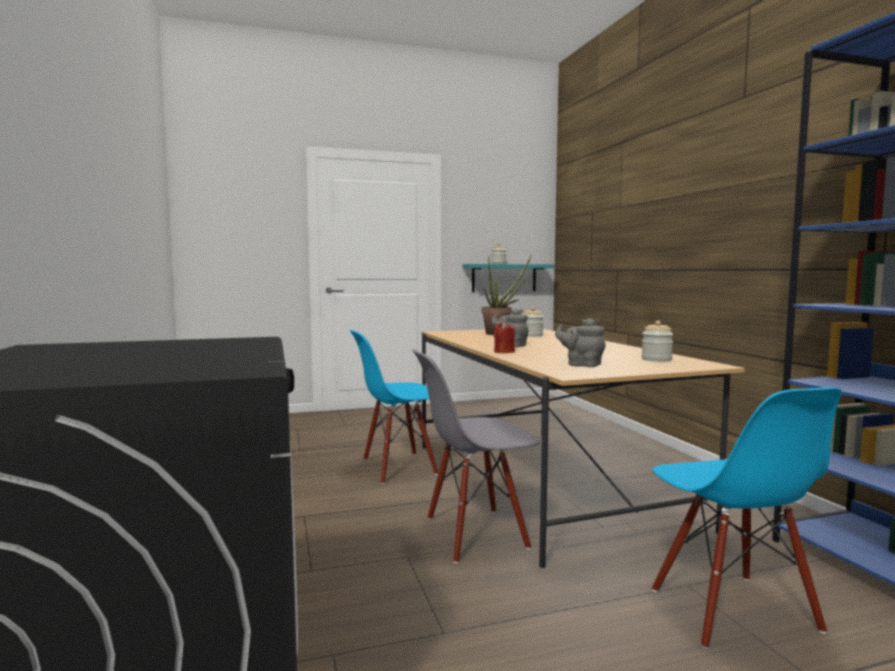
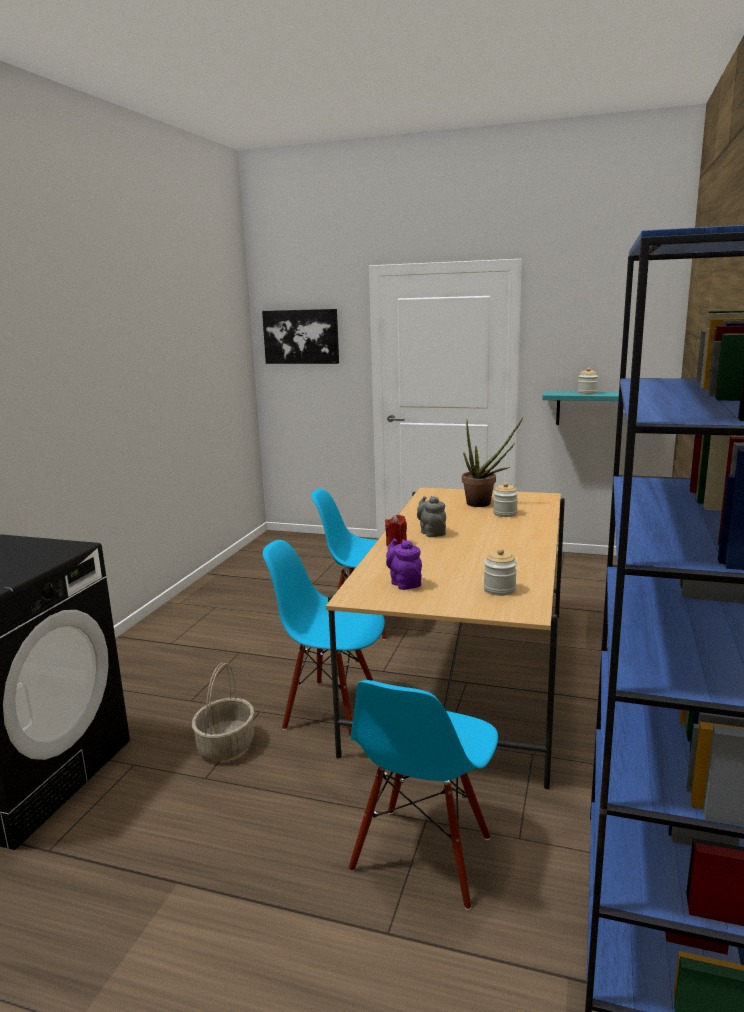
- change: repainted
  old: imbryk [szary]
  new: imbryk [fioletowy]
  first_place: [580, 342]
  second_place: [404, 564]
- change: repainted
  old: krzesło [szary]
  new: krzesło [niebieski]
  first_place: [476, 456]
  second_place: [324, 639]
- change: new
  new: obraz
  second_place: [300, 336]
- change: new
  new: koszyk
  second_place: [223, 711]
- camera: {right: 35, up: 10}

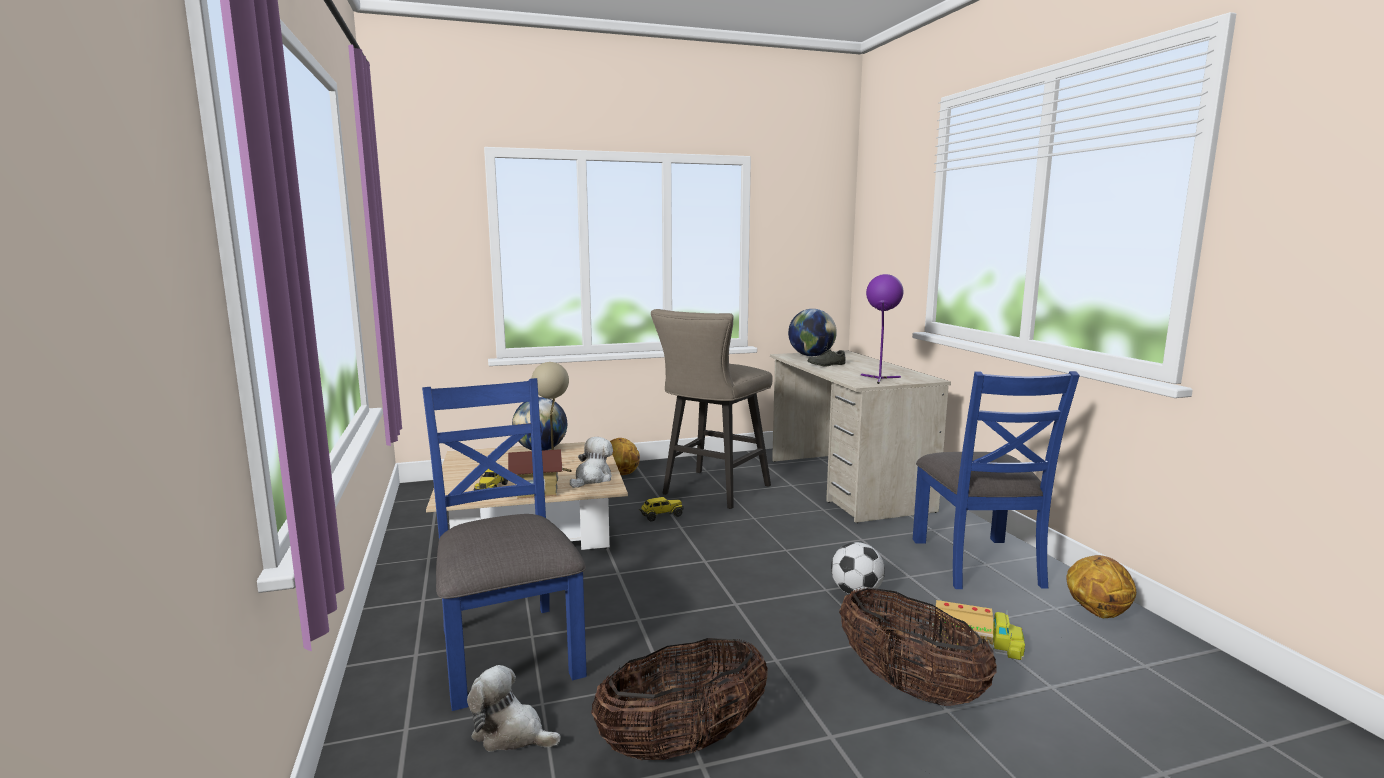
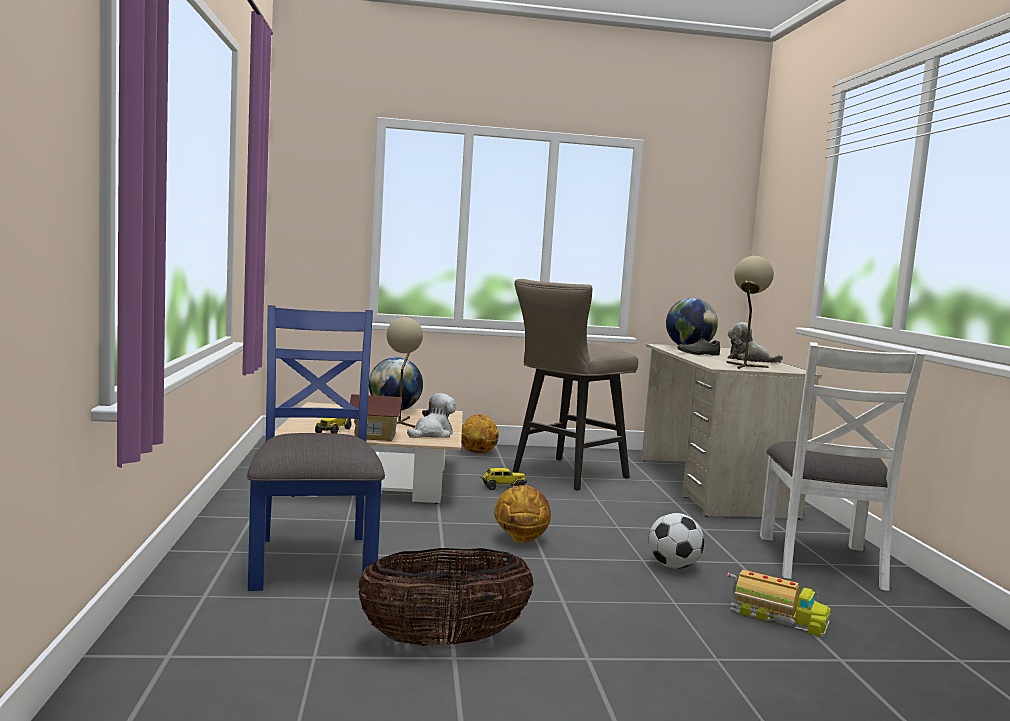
- change: repainted
  old: lampa stołowa [fioletowy]
  new: lampa stołowa [beżowy]
  first_place: [882, 329]
  second_place: [750, 312]
- change: repainted
  old: krzesło [niebieski]
  new: krzesło [biały]
  first_place: [996, 480]
  second_place: [842, 466]
- change: shifted
  old: piłka do koszykówki
  first_place: [1101, 586]
  second_place: [522, 514]
- change: gone
  old: koszyk
  first_place: [918, 647]
- change: shifted
  old: pluszak
  first_place: [514, 708]
  second_place: [755, 342]
- camera: {right: 10, up: -5}

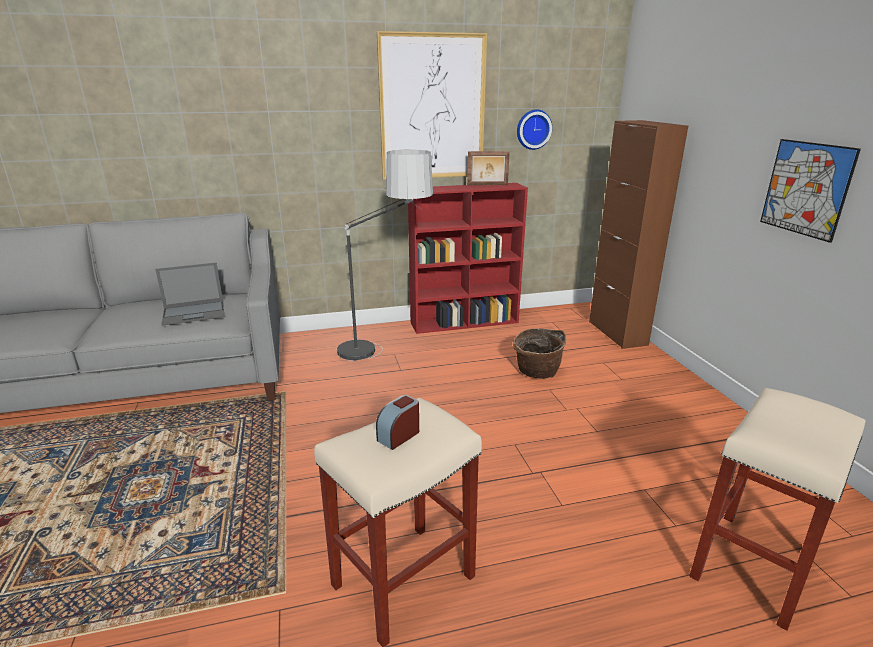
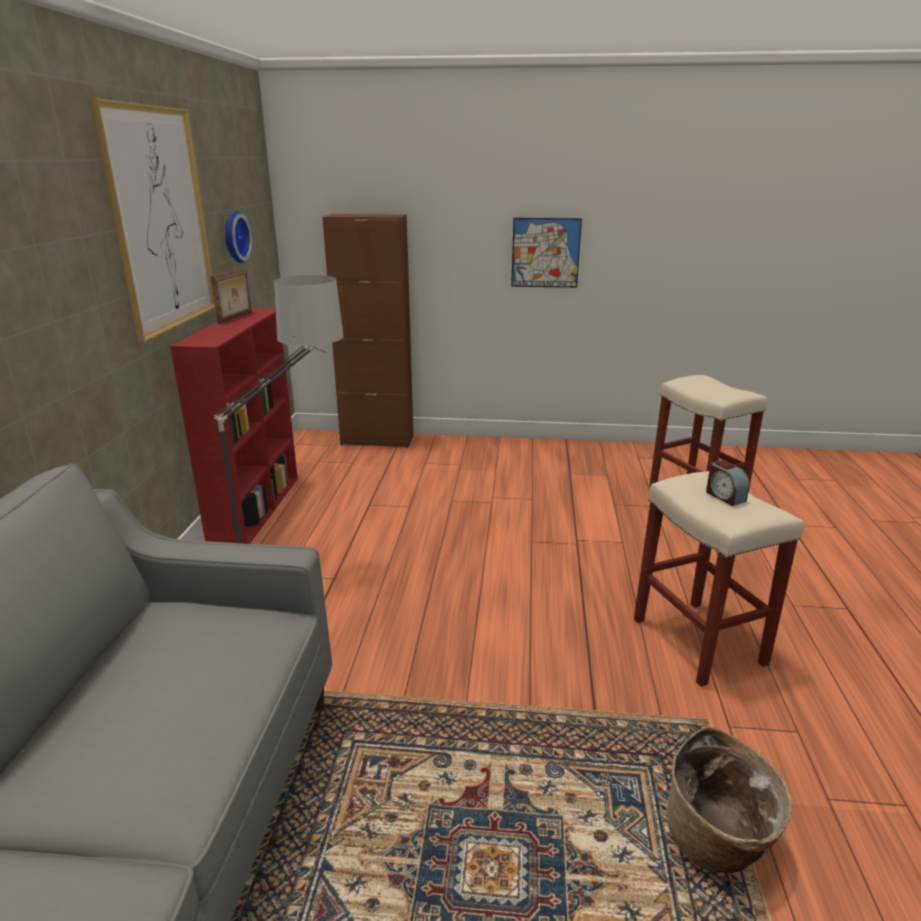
- change: gone
  old: laptop
  first_place: [189, 294]
- change: shifted
  old: koszyk
  first_place: [540, 353]
  second_place: [729, 800]
- camera: {right: -70, up: 0}

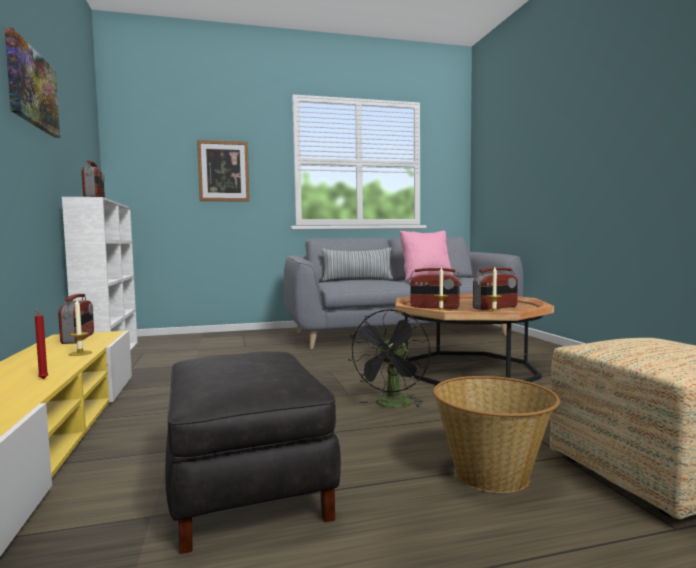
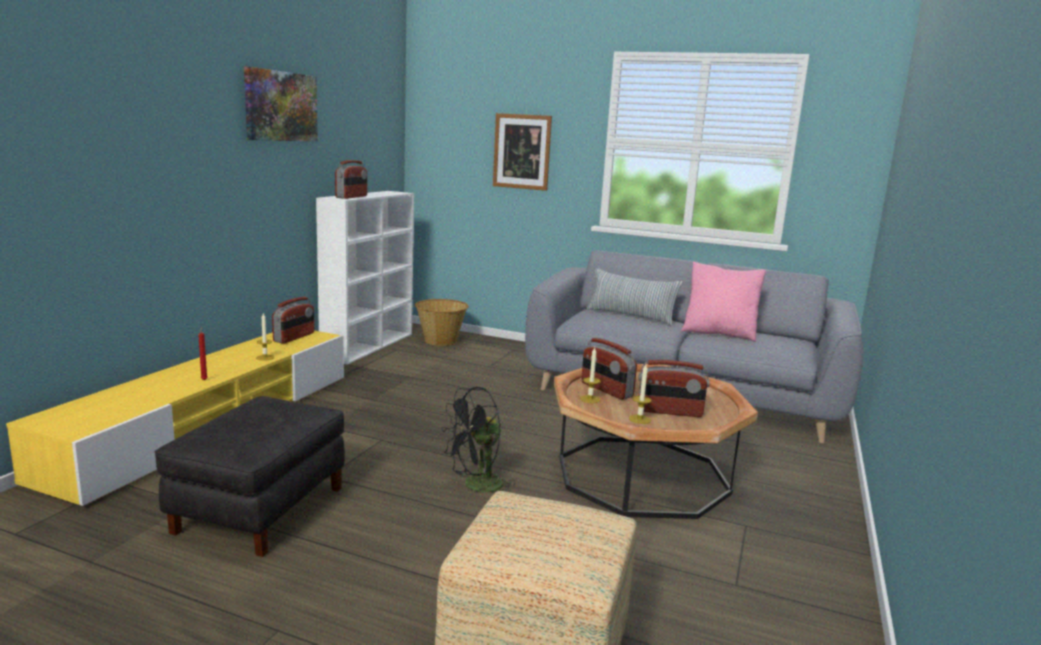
- change: shifted
  old: koszyk
  first_place: [496, 434]
  second_place: [442, 322]
- camera: {right: 35, up: 10}

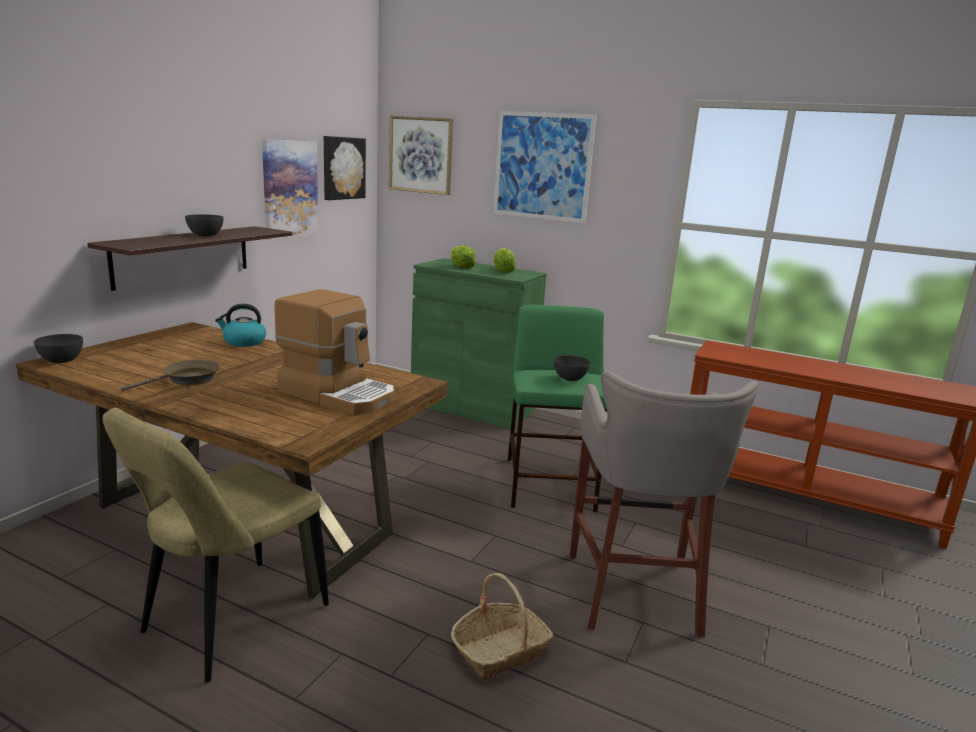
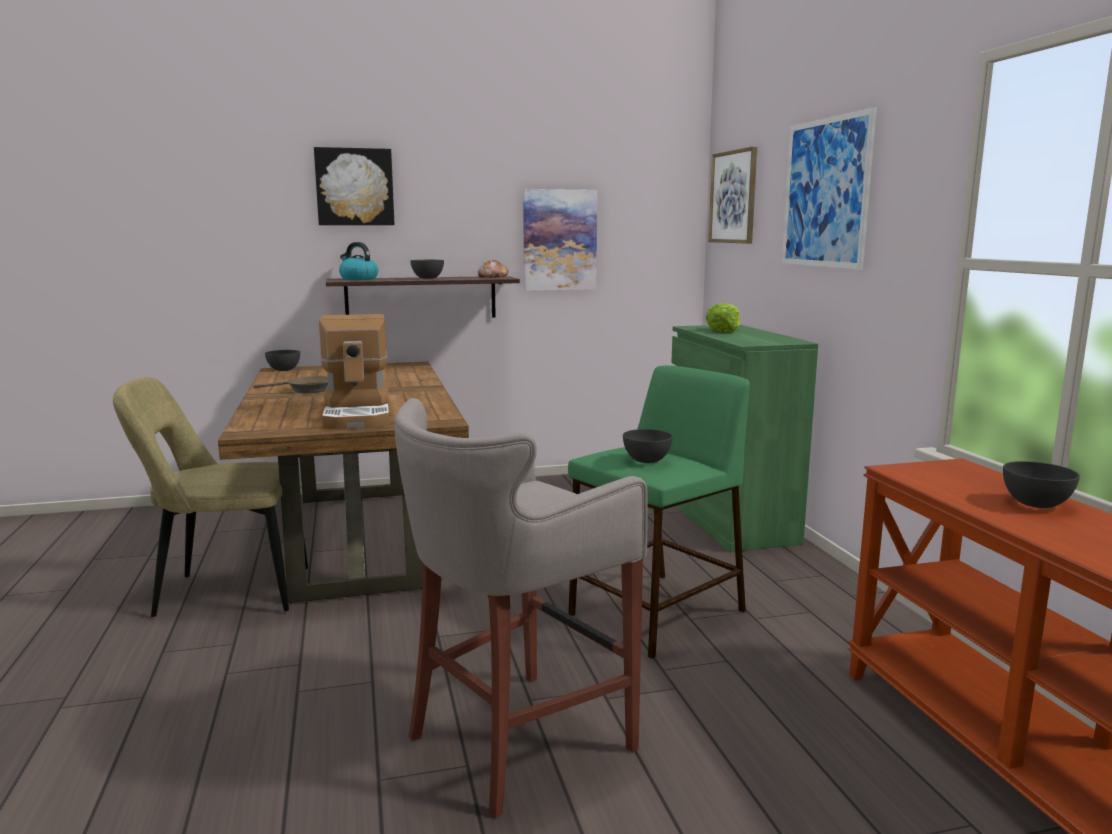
- change: shifted
  old: obraz
  first_place: [345, 168]
  second_place: [354, 186]
- change: gone
  old: sałata
  first_place: [504, 260]
- change: shifted
  old: czajnik
  first_place: [240, 325]
  second_place: [358, 261]
- change: gone
  old: koszyk
  first_place: [502, 626]
- change: new
  new: chleb
  second_place: [493, 268]
- change: new
  new: miska [szary]
  second_place: [1041, 484]
- camera: {right: 50, up: -5}

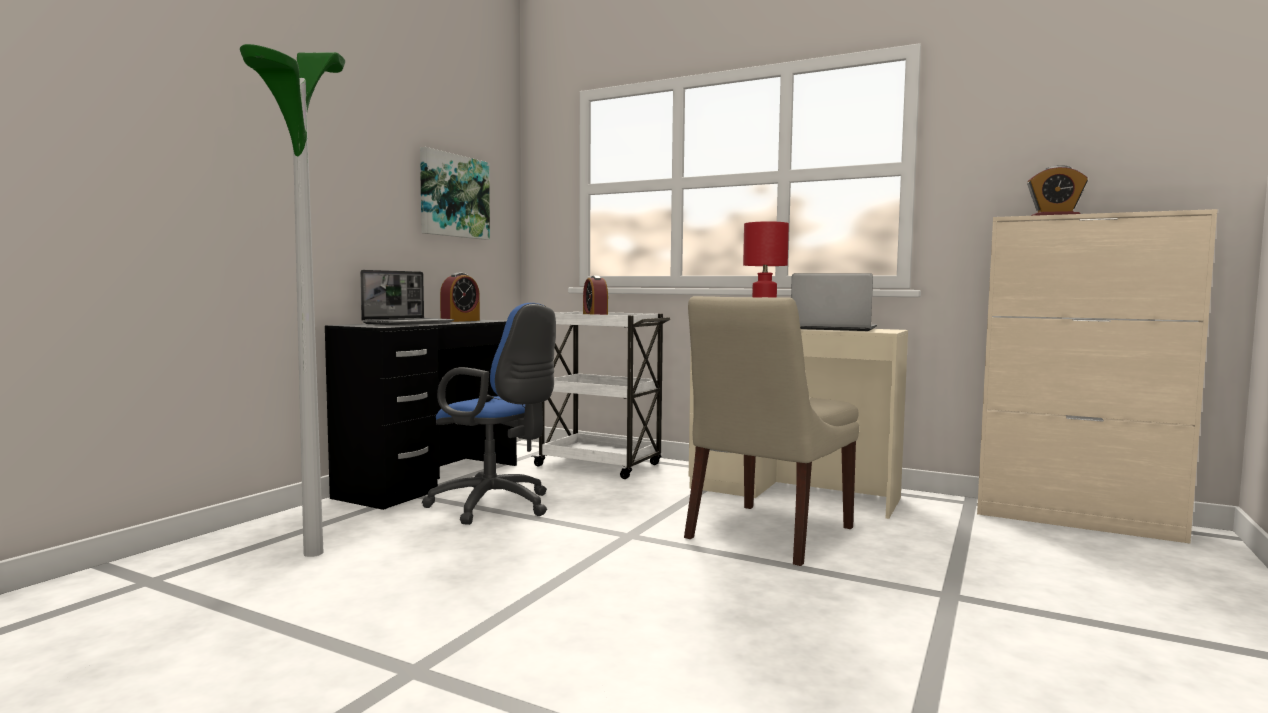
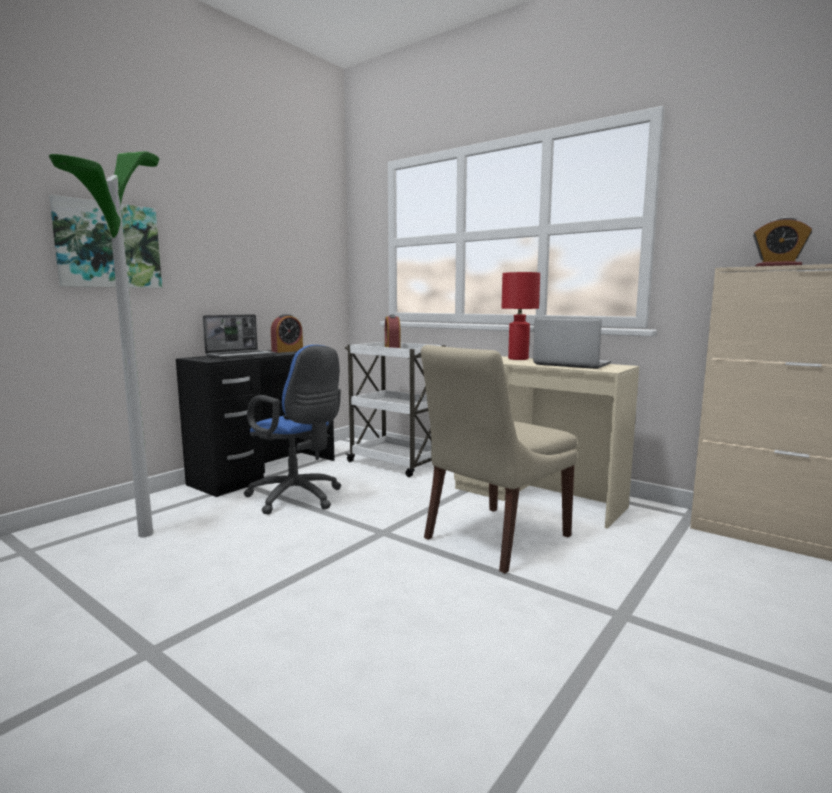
- change: shifted
  old: obraz
  first_place: [455, 193]
  second_place: [105, 241]
- camera: {right: 10, up: 5}

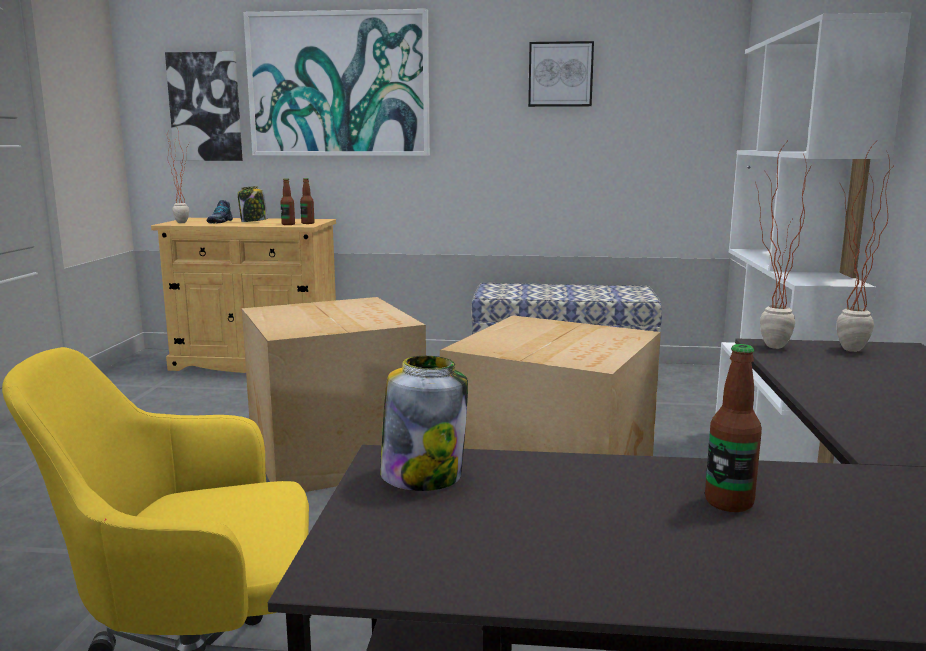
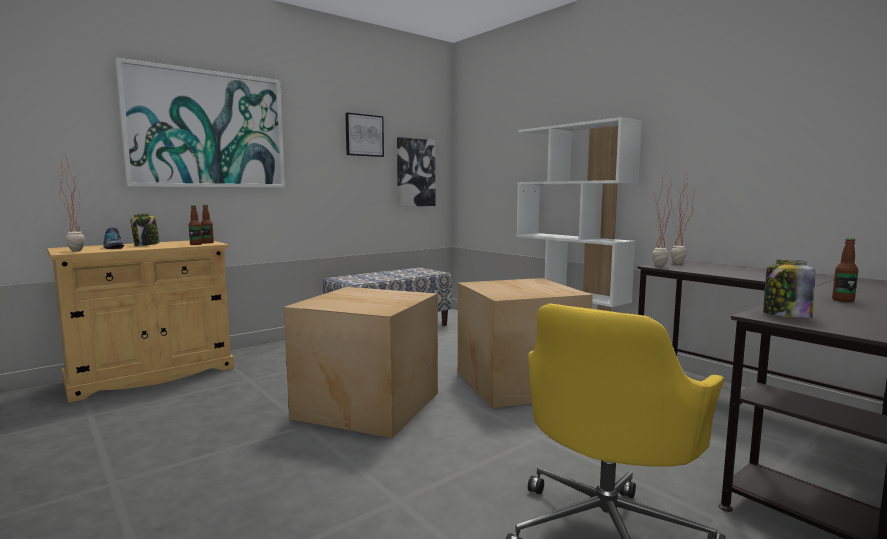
- change: shifted
  old: obraz
  first_place: [204, 106]
  second_place: [416, 172]
- camera: {right: -45, up: -5}

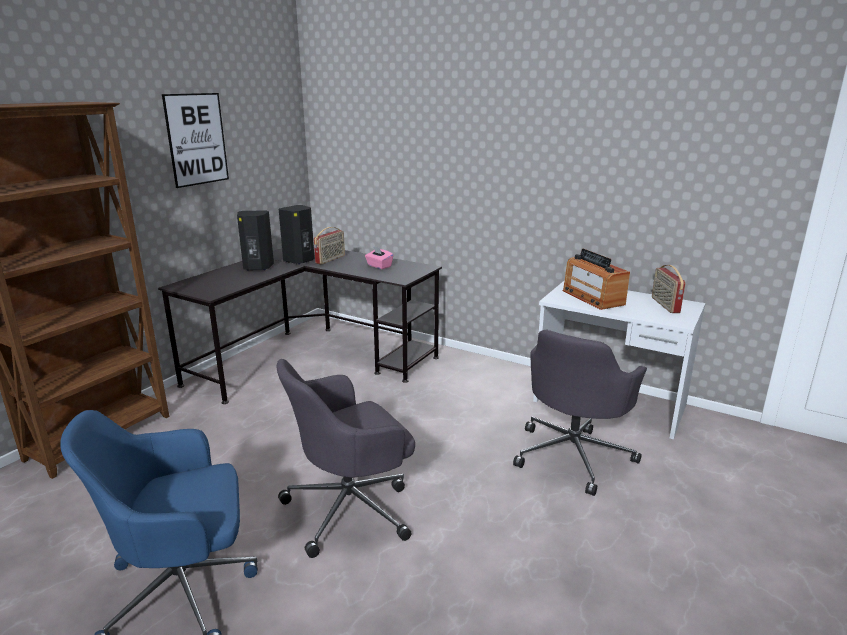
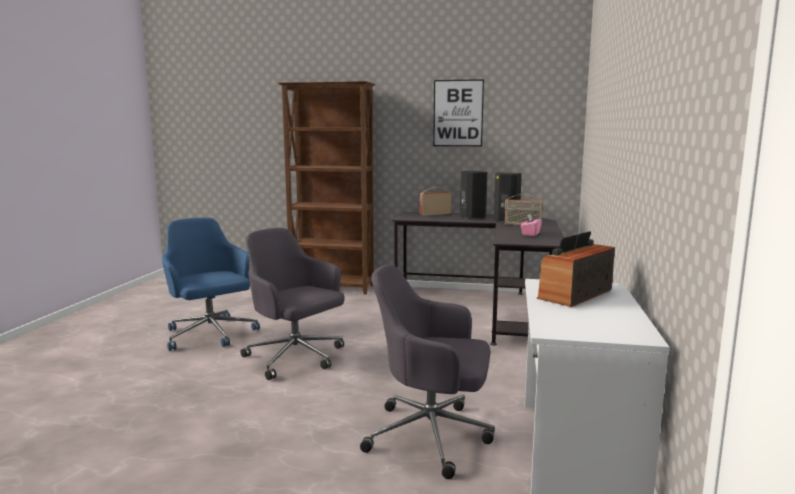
- change: shifted
  old: radio
  first_place: [668, 289]
  second_place: [435, 201]
- camera: {right: 70, up: -10}

